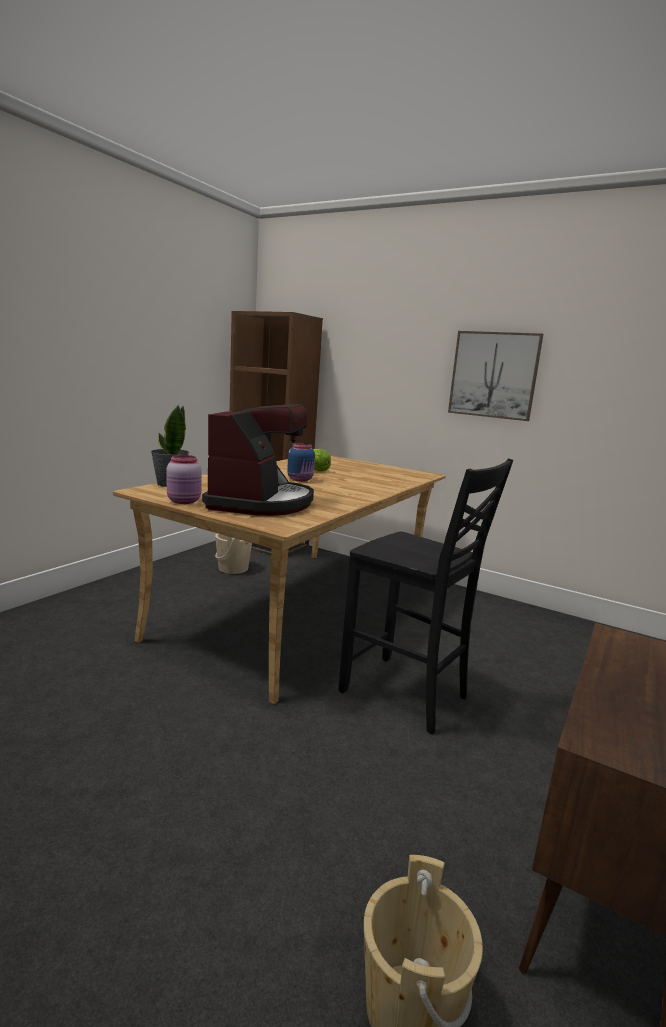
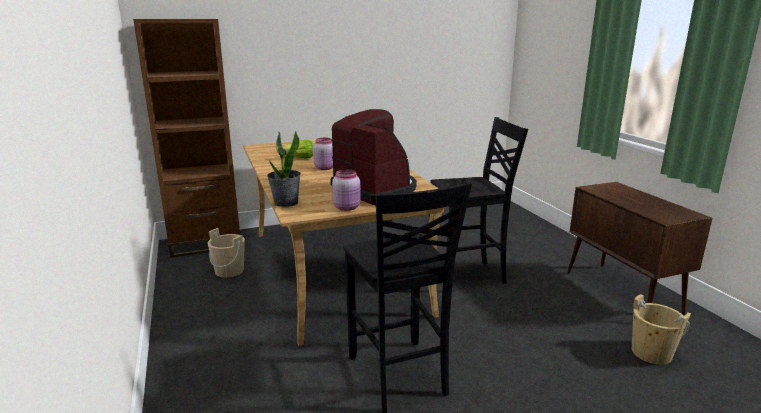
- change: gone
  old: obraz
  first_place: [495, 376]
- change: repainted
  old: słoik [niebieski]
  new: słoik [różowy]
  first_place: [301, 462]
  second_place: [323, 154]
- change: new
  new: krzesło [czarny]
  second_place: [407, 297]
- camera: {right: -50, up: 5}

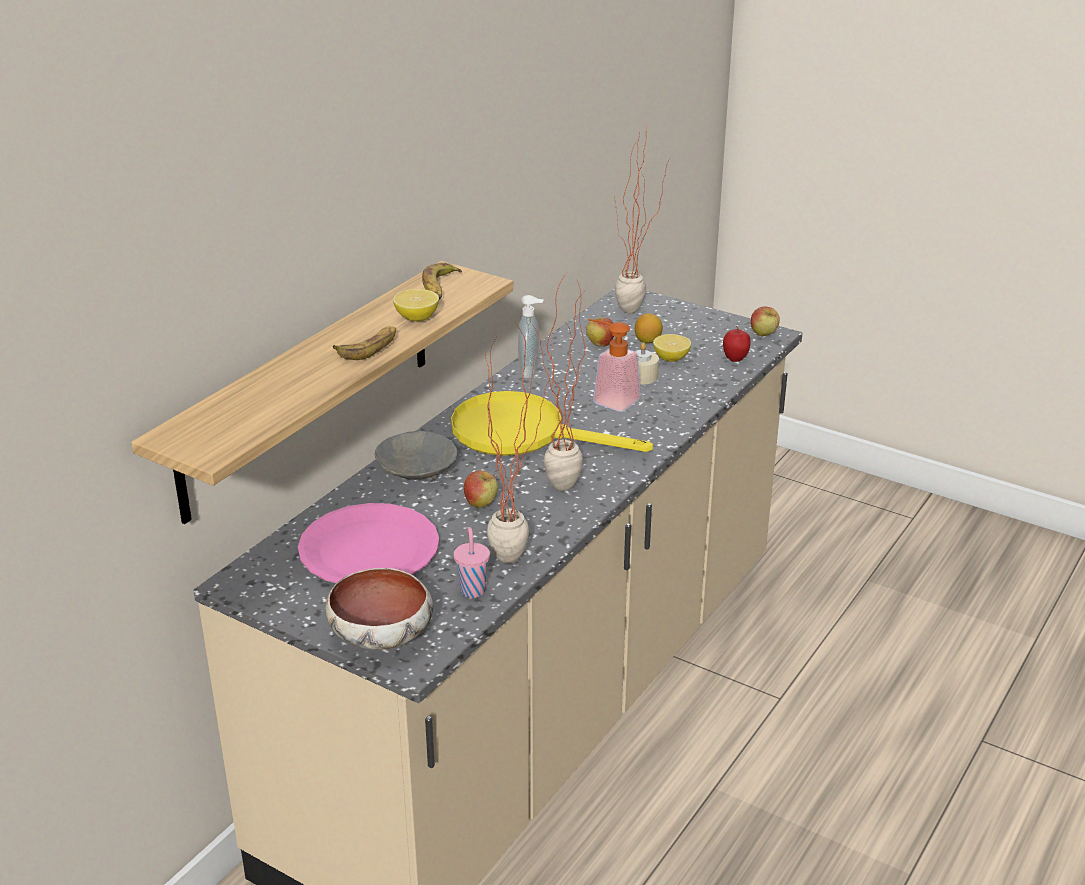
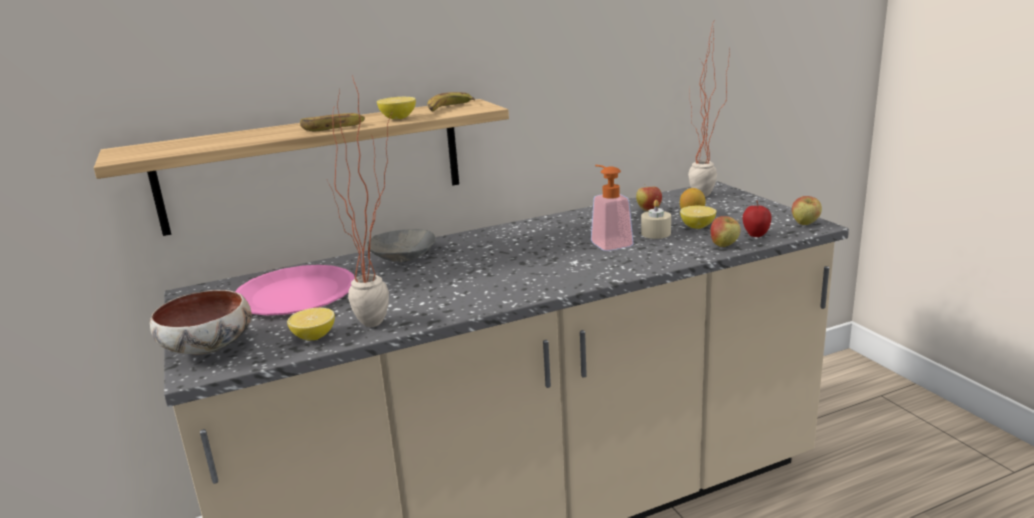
- change: gone
  old: roślina doniczkowa
  first_place: [558, 382]
- change: gone
  old: dozownik mydła
  first_place: [531, 336]
- change: gone
  old: patelnia [żółty]
  first_place: [552, 423]
- change: shifted
  old: jabłko
  first_place: [481, 489]
  second_place: [725, 231]
- change: swapped
  old: filiżanka [różowy]
  new: cytryna
  first_place: [472, 562]
  second_place: [311, 324]
- camera: {right: 35, up: -10}

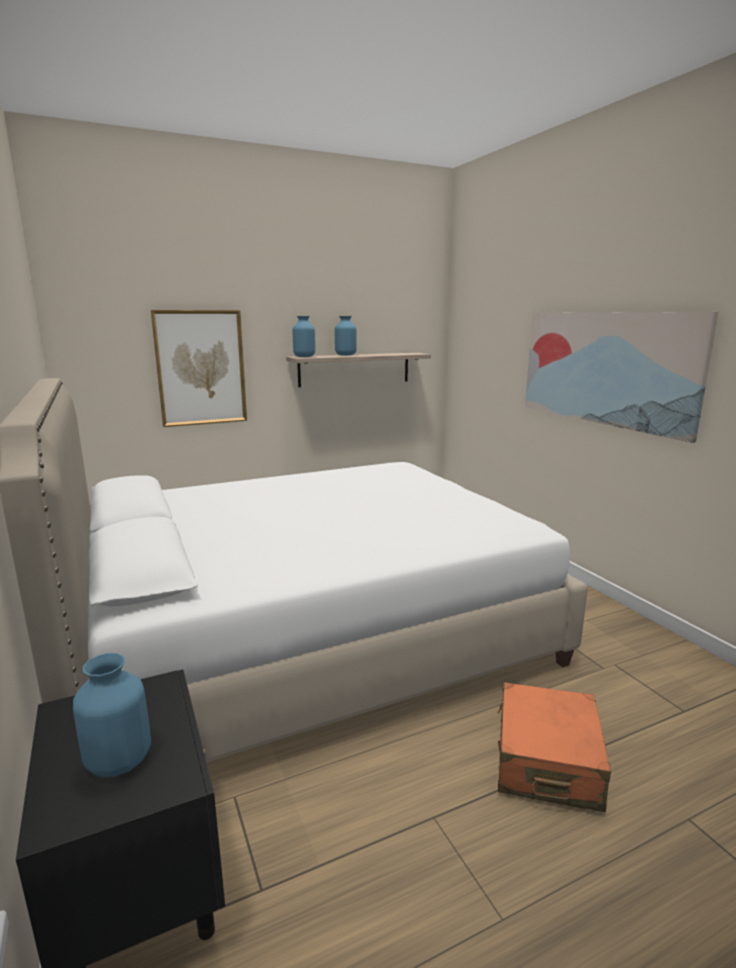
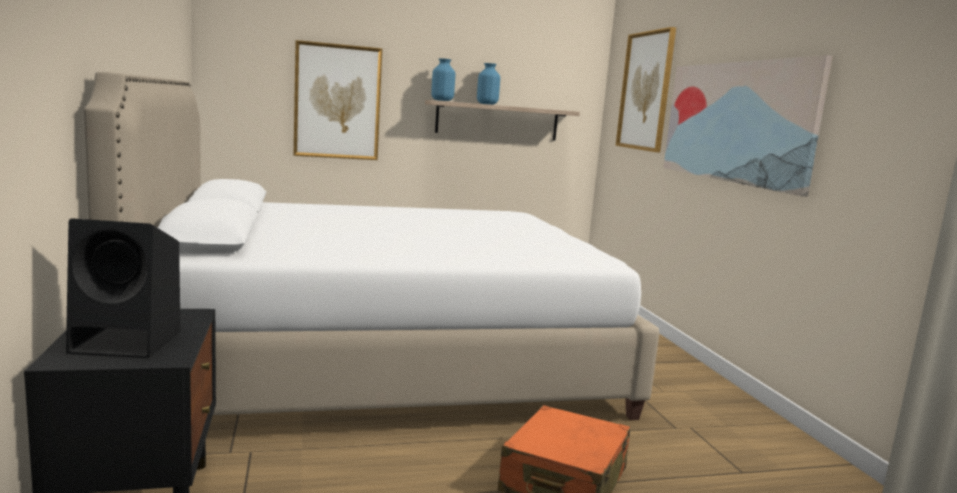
- change: swapped
  old: wazon [niebieski]
  new: głośnik [czarny]
  first_place: [112, 715]
  second_place: [123, 288]
- change: new
  new: obraz
  second_place: [646, 89]
- camera: {right: 10, up: -5}

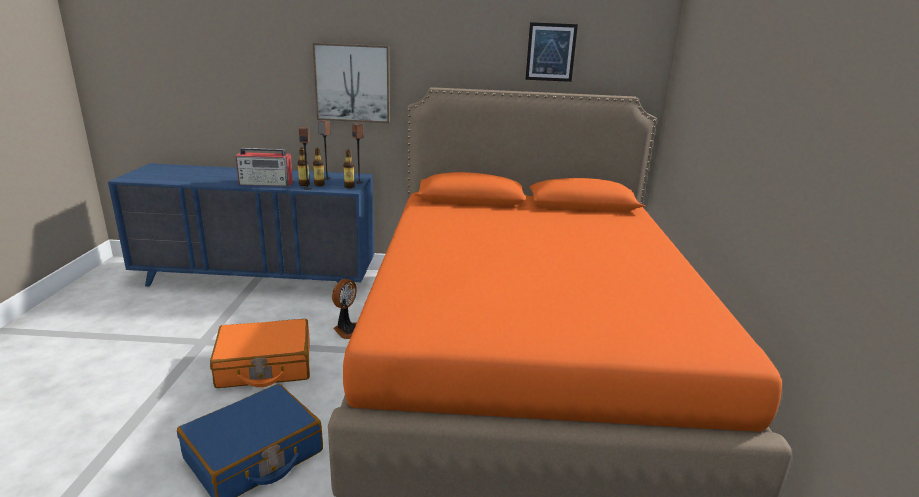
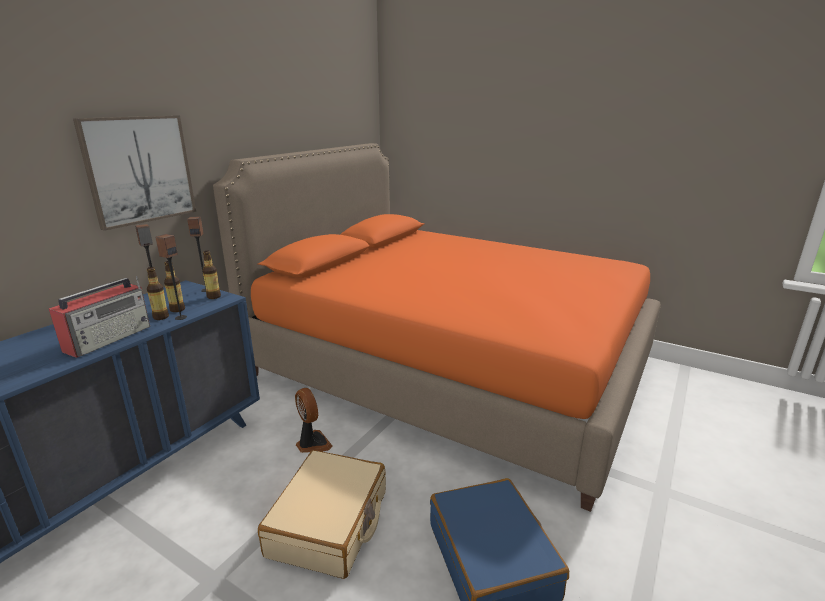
- change: gone
  old: obraz
  first_place: [551, 52]
- change: repainted
  old: walizka [pomarańczowy]
  new: walizka [beżowy]
  first_place: [260, 353]
  second_place: [322, 514]
- camera: {right: -60, up: 0}

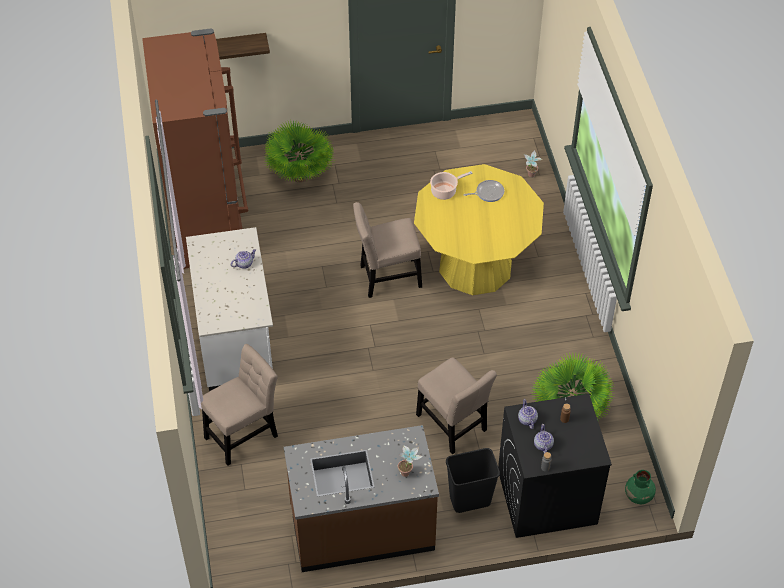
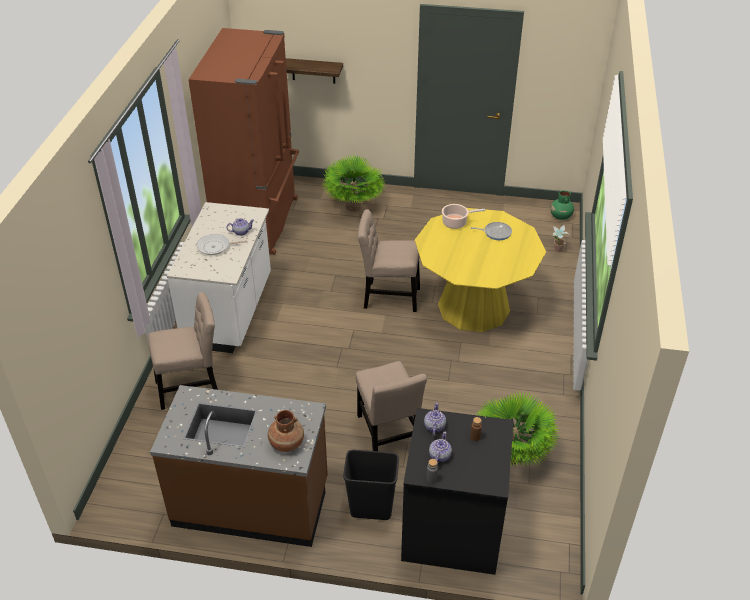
- change: swapped
  old: roślina doniczkowa
  new: wazon [brązowy]
  first_place: [410, 461]
  second_place: [286, 431]
- change: shifted
  old: wazon [zielony]
  first_place: [640, 487]
  second_place: [562, 205]
- change: new
  new: patelnia
  second_place: [222, 244]
- camera: {right: 20, up: -10}

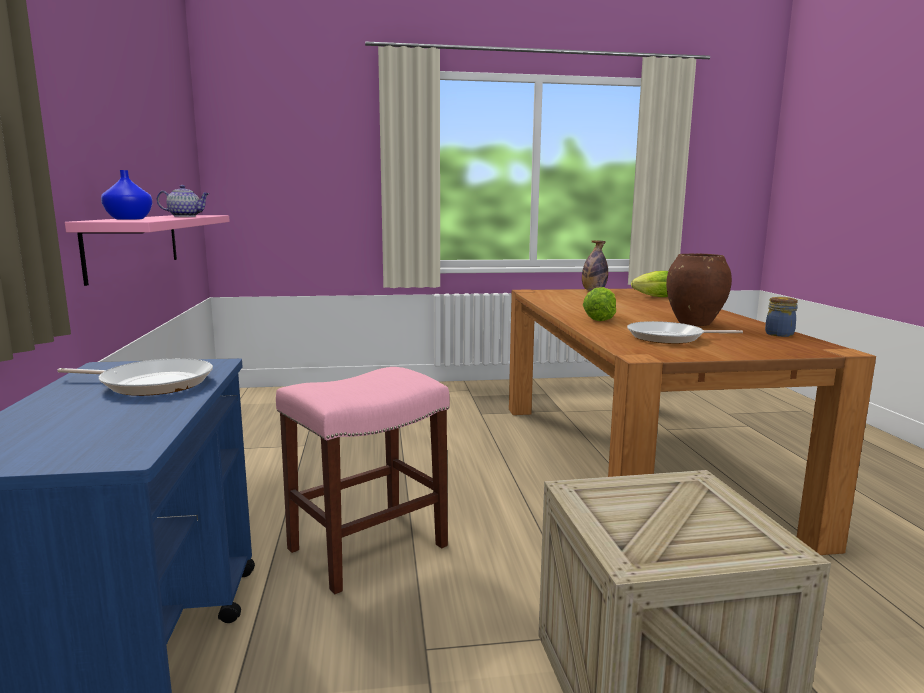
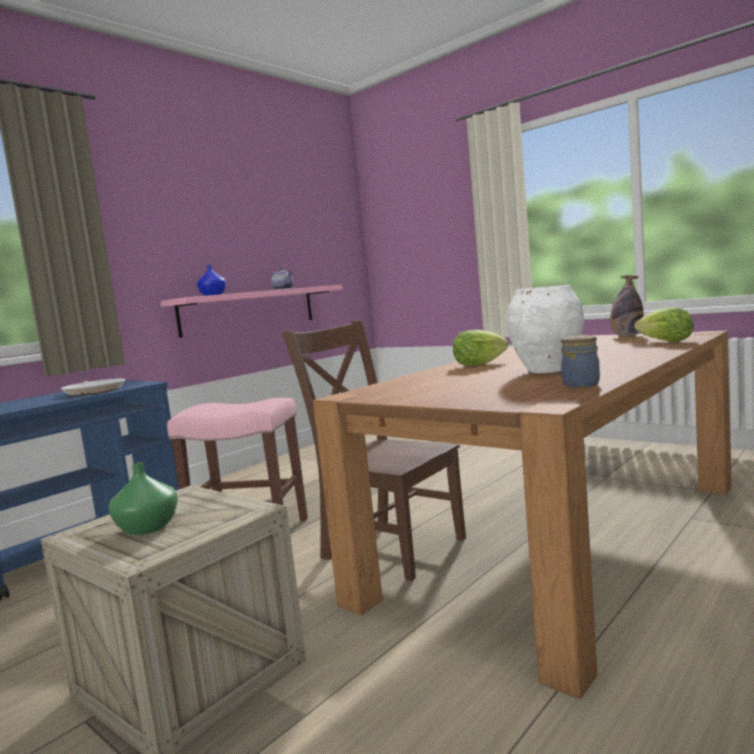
- change: repainted
  old: wazon [brązowy]
  new: wazon [biały]
  first_place: [699, 289]
  second_place: [545, 329]
- change: gone
  old: patelnia
  first_place: [685, 332]
- change: new
  new: krzesło [brązowy]
  second_place: [374, 450]
- change: new
  new: wazon [zielony]
  second_place: [143, 498]
- camera: {right: 50, up: -5}

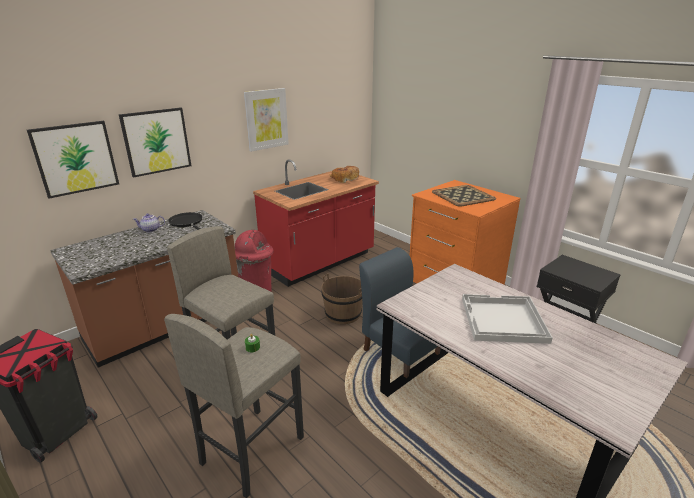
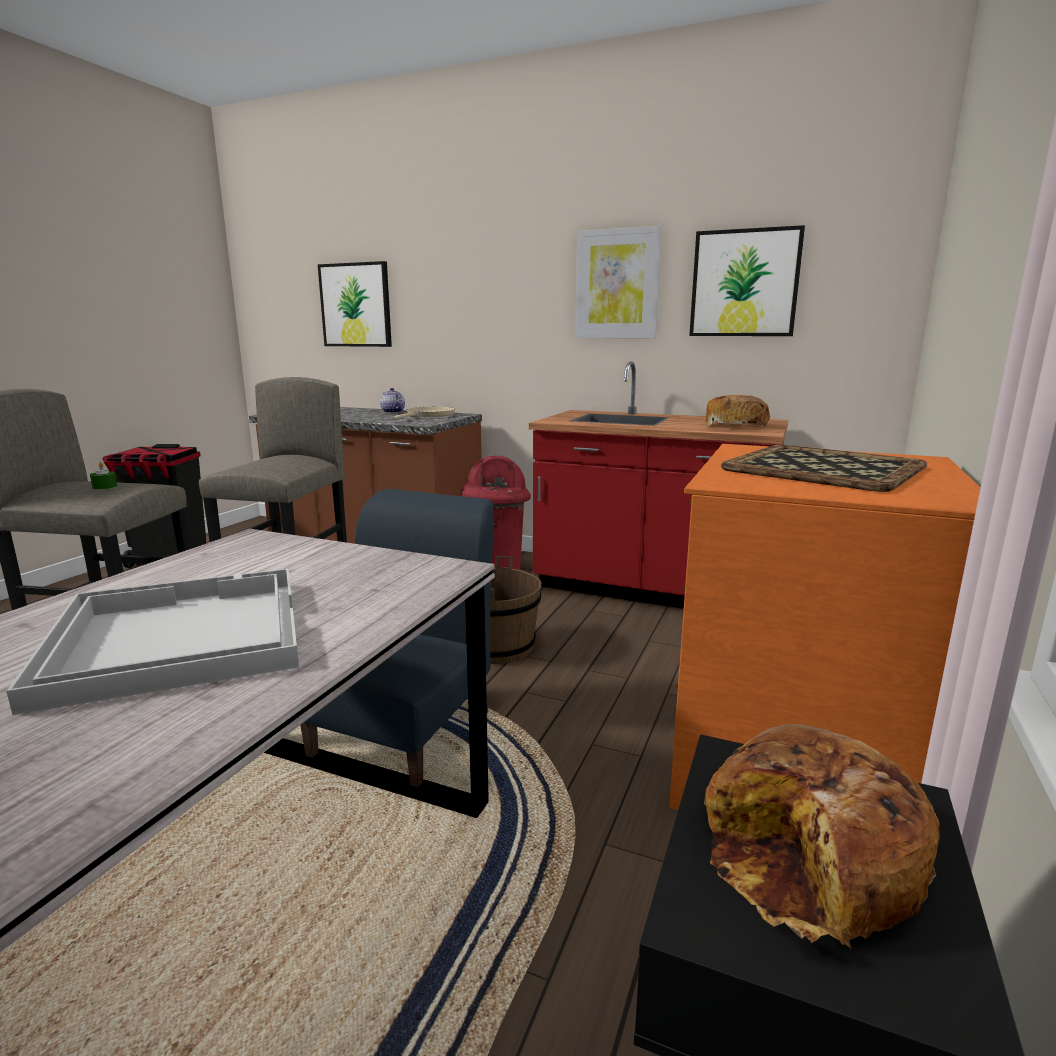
- change: shifted
  old: obraz
  first_place: [155, 142]
  second_place: [747, 280]
- change: repainted
  old: patelnia [czarny]
  new: patelnia [beżowy]
  first_place: [185, 221]
  second_place: [424, 413]
- change: new
  new: chleb
  second_place: [822, 836]
- camera: {right: 65, up: -10}

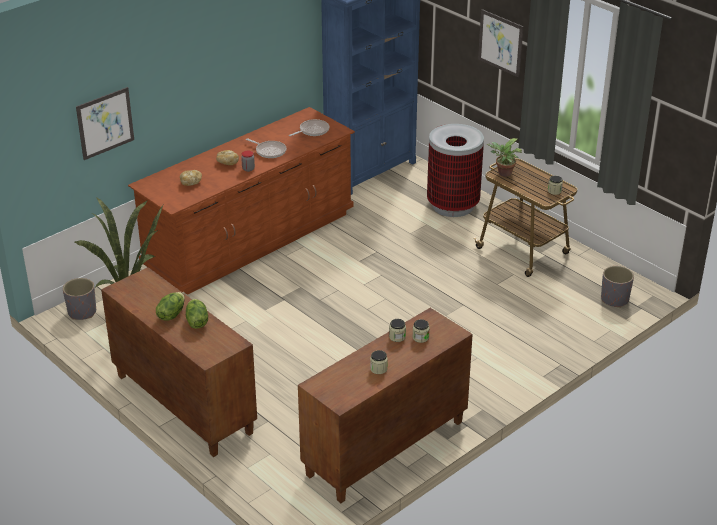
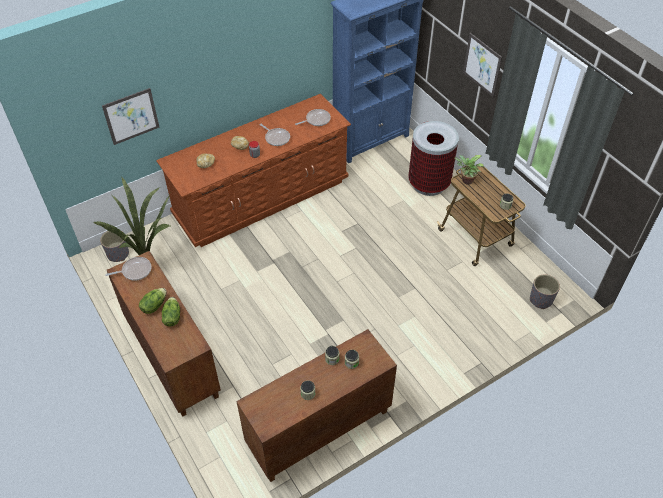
- change: new
  new: patelnia
  second_place: [128, 269]
- camera: {right: 10, up: 15}

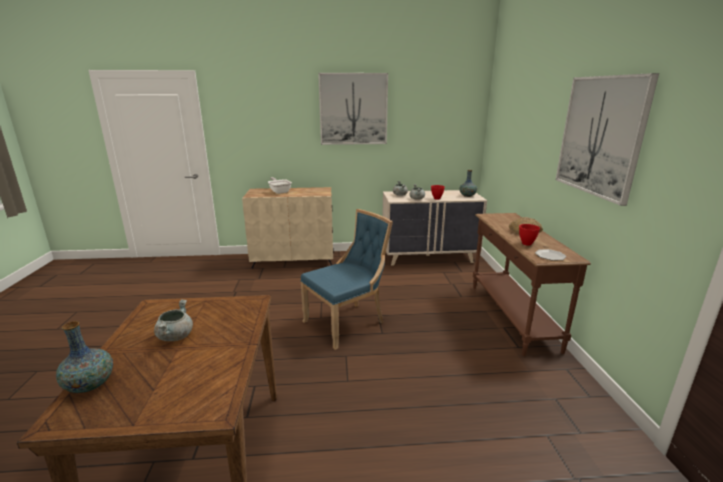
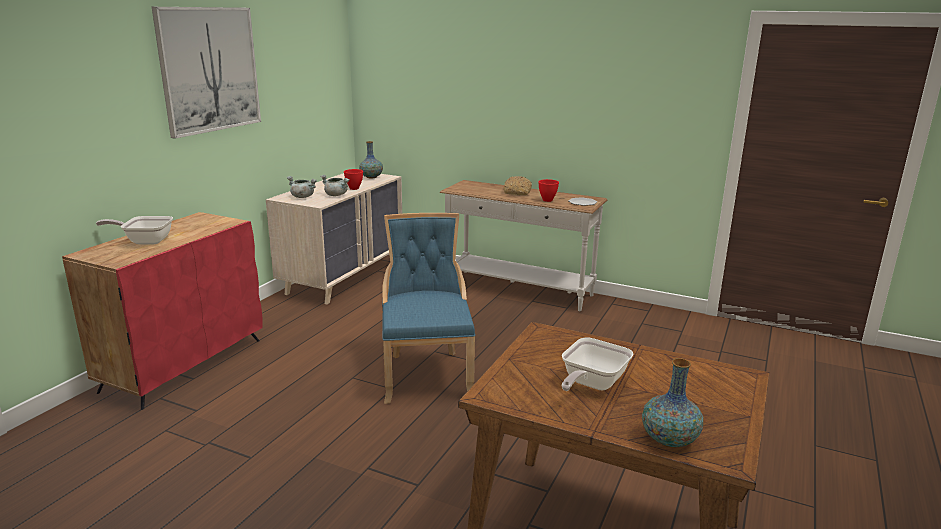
- change: gone
  old: obraz
  first_place: [607, 139]
- change: repainted
  old: szafka [beżowy]
  new: szafka [czerwony]
  first_place: [288, 228]
  second_place: [162, 311]
- change: repainted
  old: stolik konsolowy [brązowy]
  new: stolik konsolowy [biały]
  first_place: [532, 284]
  second_place: [523, 245]
- change: swapped
  old: garnek [szary]
  new: patelnia
  first_place: [173, 320]
  second_place: [597, 364]
- camera: {right: -60, up: 0}

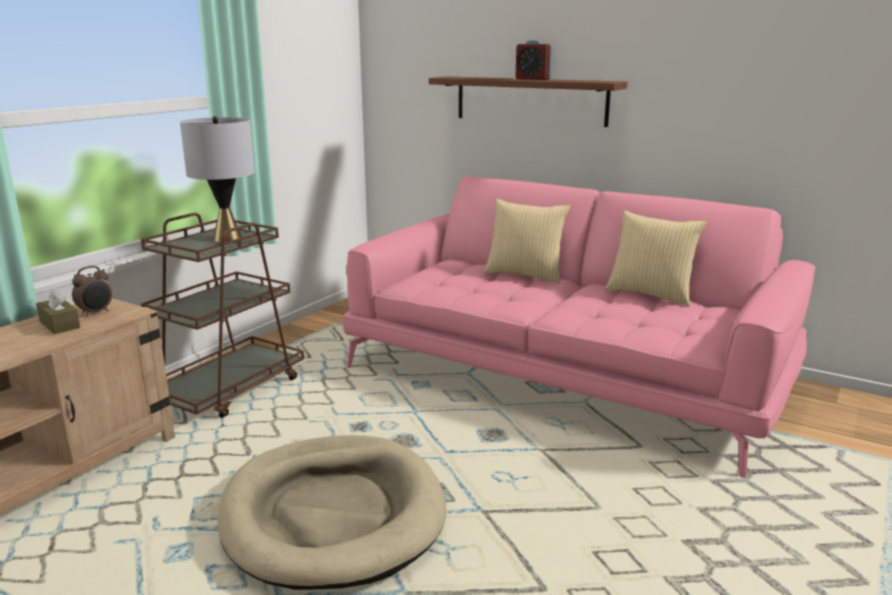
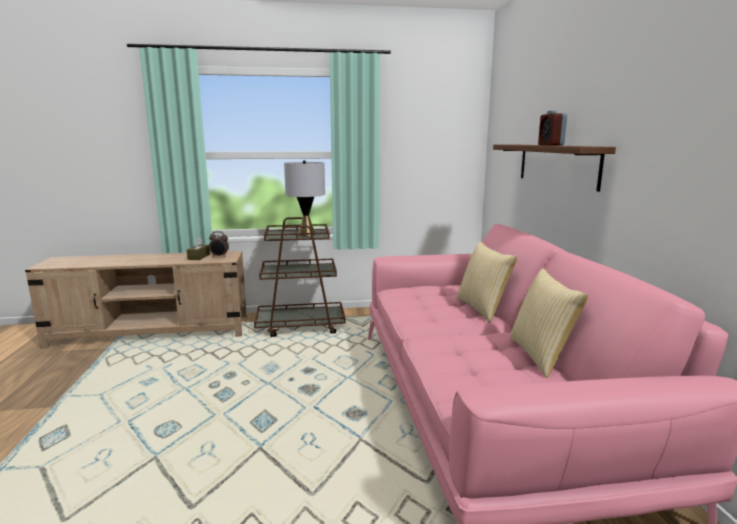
- change: gone
  old: legowisko [beżowy]
  first_place: [331, 512]
- camera: {right: 50, up: -5}

